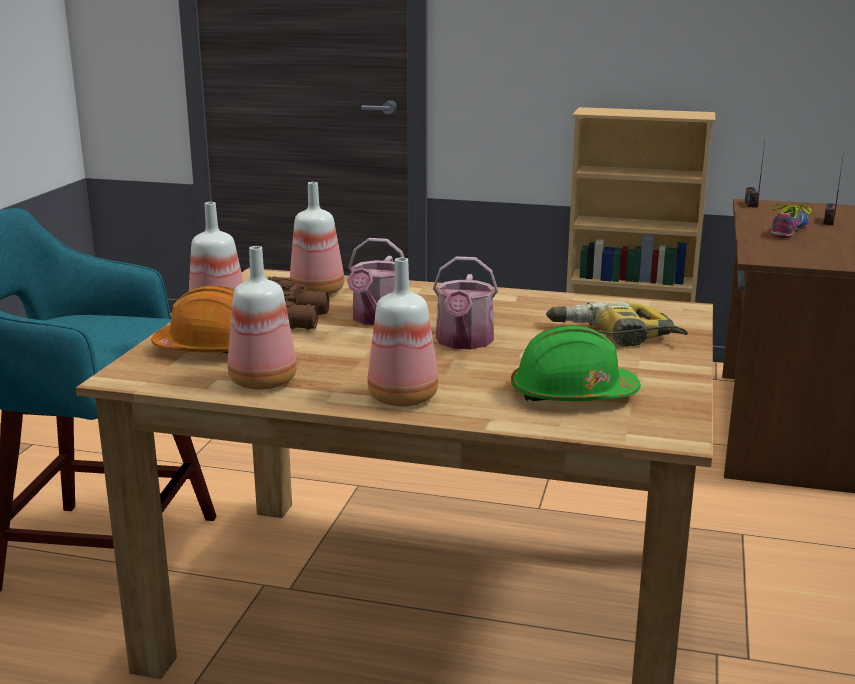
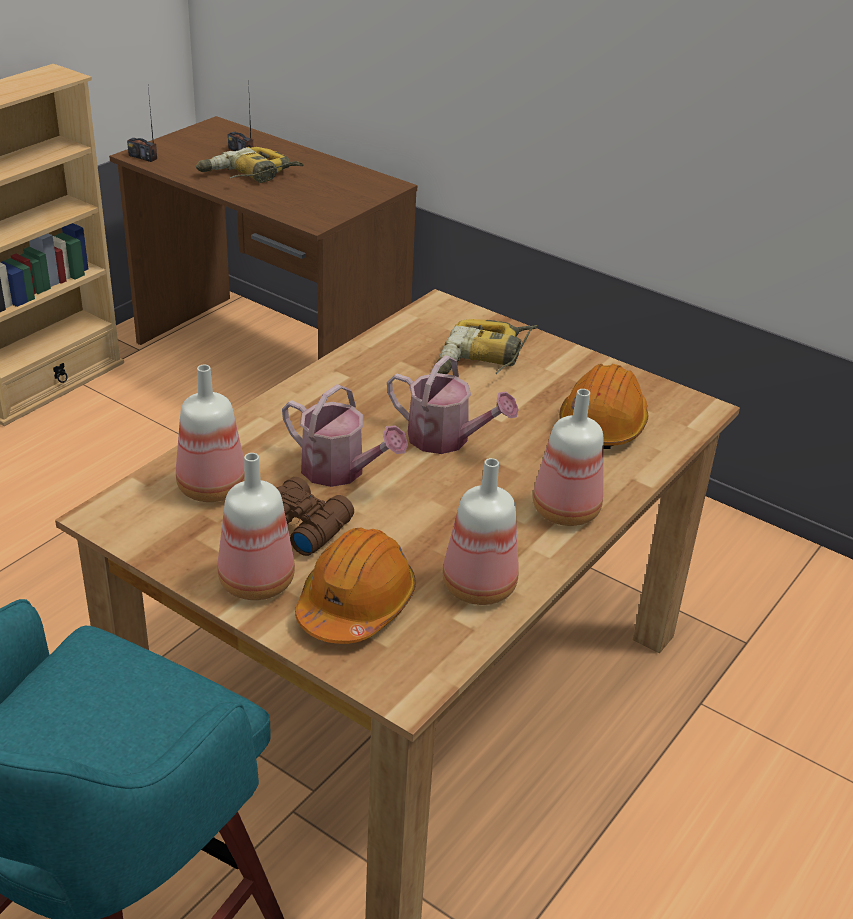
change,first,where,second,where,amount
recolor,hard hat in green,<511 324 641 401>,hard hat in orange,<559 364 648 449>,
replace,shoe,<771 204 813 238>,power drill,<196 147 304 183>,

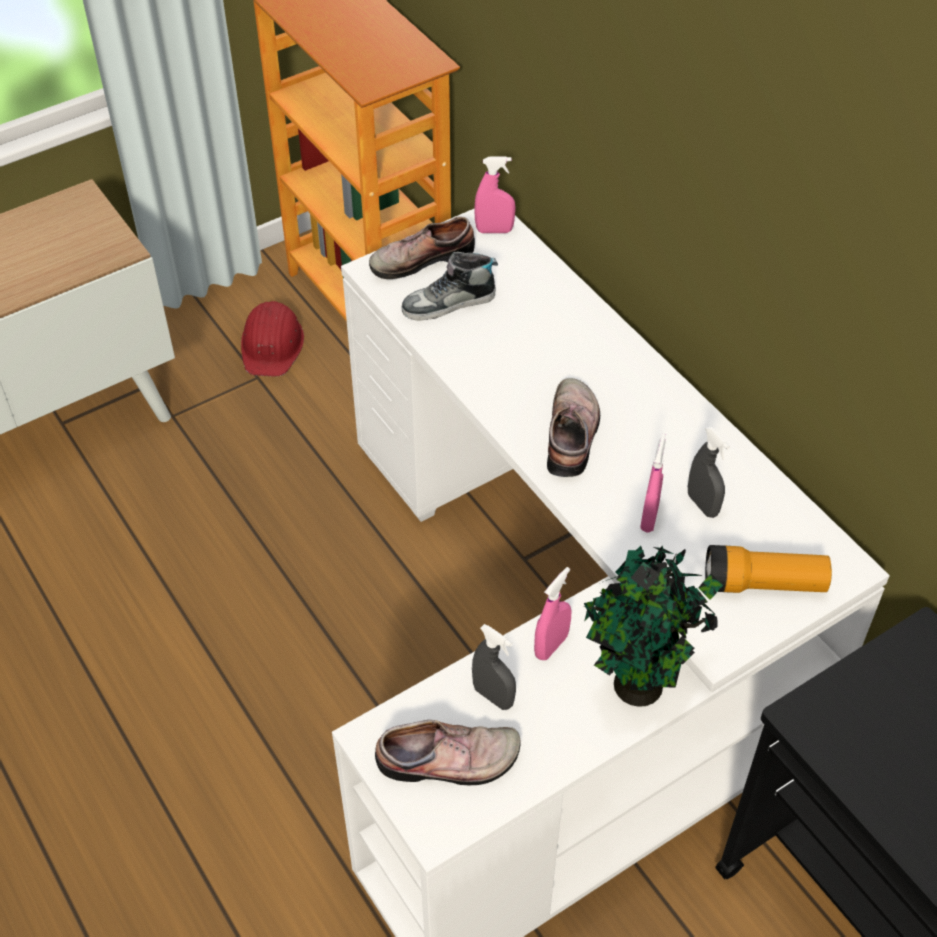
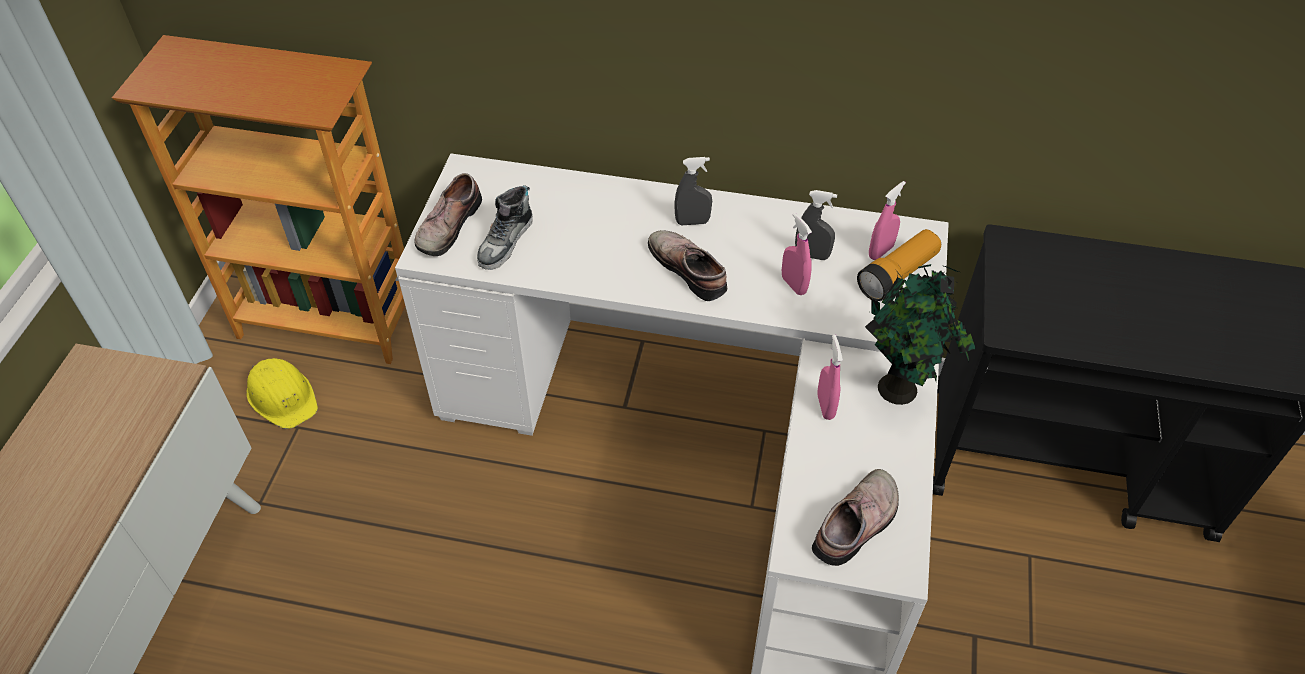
change,first,where,second,where,amount
recolor,hard hat in red,<241 301 304 376>,hard hat in yellow,<246 358 318 429>,
move,spray bottle in grey,<472 624 516 710>,,<674 157 712 225>,
move,spray bottle in pink,<474 156 516 233>,,<869 181 906 260>,

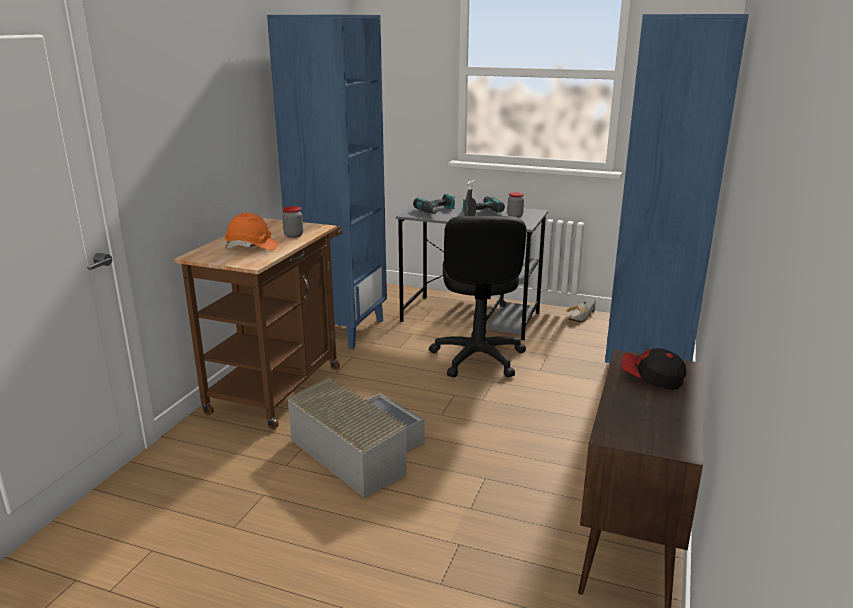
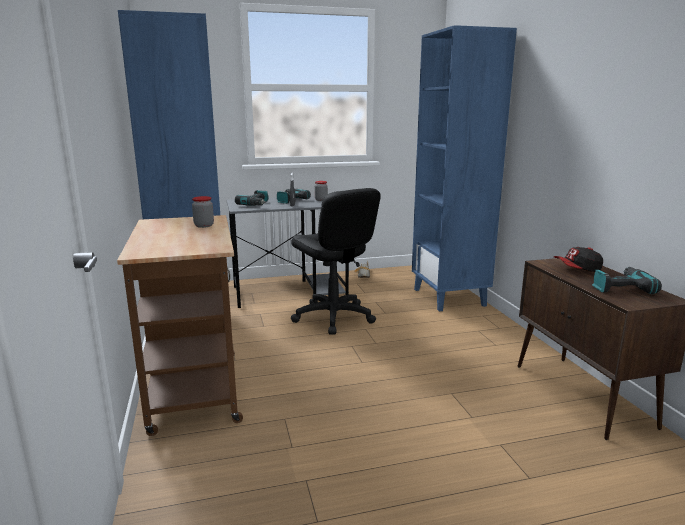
change,first,where,second,where,amount
delete,hard hat in orange,<225 213 278 250>,,,
delete,storage box in grey,<287 376 425 498>,,,
insert,,,power drill,<592 267 662 294>,

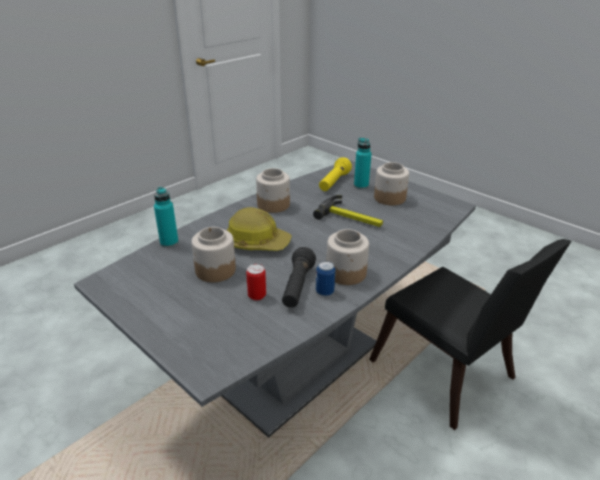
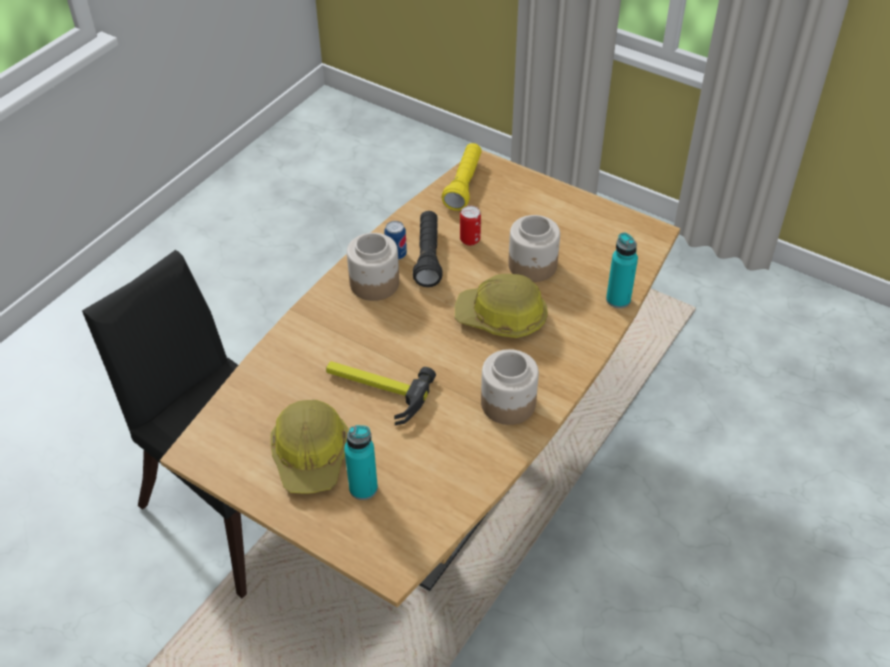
change,first,where,second,where,amount
recolor,dining table in grey,<74 160 476 438>,dining table in brown,<160 150 680 607>,
move,flashlight in yellow,<319 157 352 191>,,<442 143 482 211>,
replace,jar,<374 162 409 205>,hard hat,<271 400 348 494>,

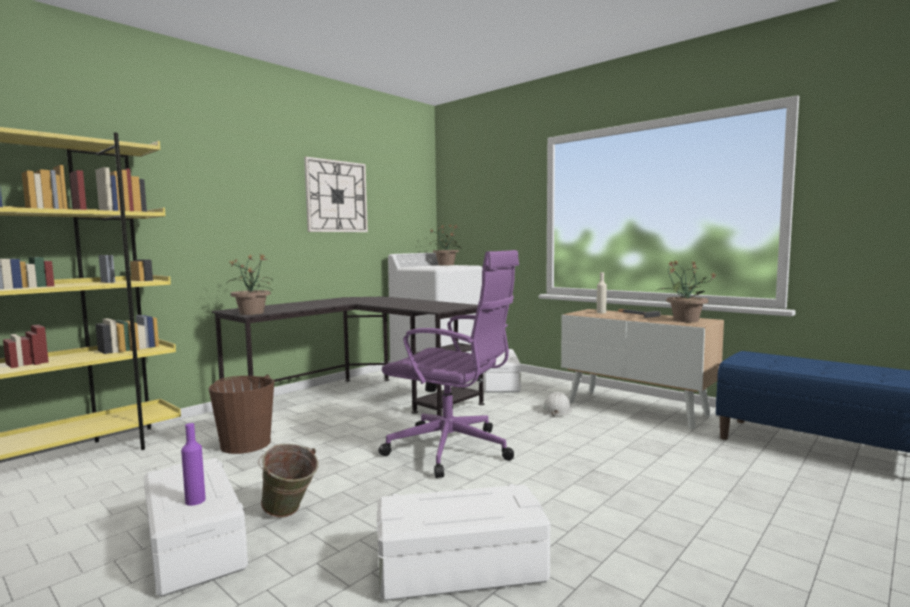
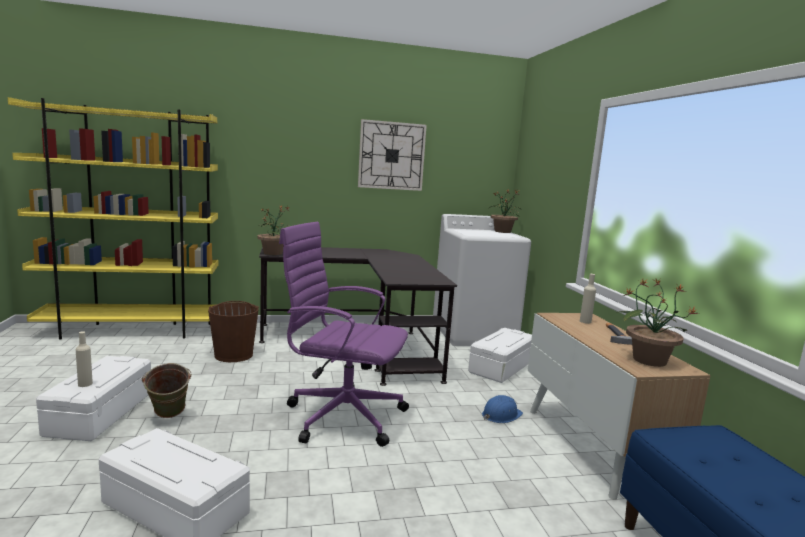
change,first,where,second,where,amount
recolor,bottle in purple,<181 423 206 506>,bottle in beige,<76 331 93 387>,
rotate,office chair in purple,<378 250 519 478>,,<279 221 409 447>,135 degrees clockwise
recolor,hard hat in white,<543 392 572 417>,hard hat in blue,<482 395 523 423>,

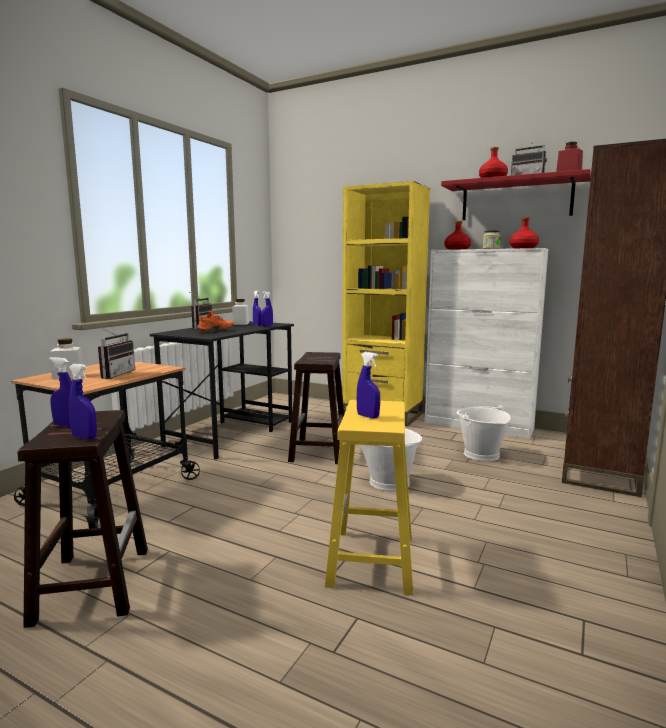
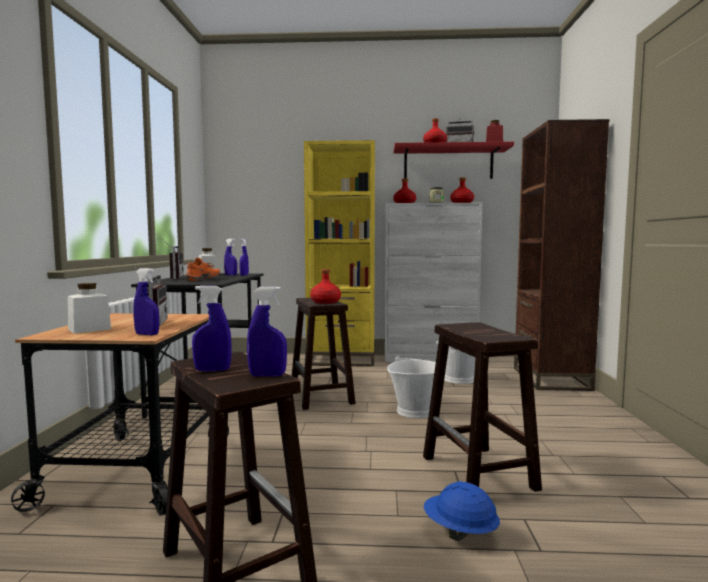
change,first,where,second,where,amount
recolor,stool in yellow,<325 400 413 595>,stool in brown,<423 322 542 492>,
move,spray bottle in blue,<356 352 380 419>,,<133 268 159 335>,
insert,,,bottle in red,<310 269 341 304>,
insert,,,hard hat in blue,<424 481 500 541>,

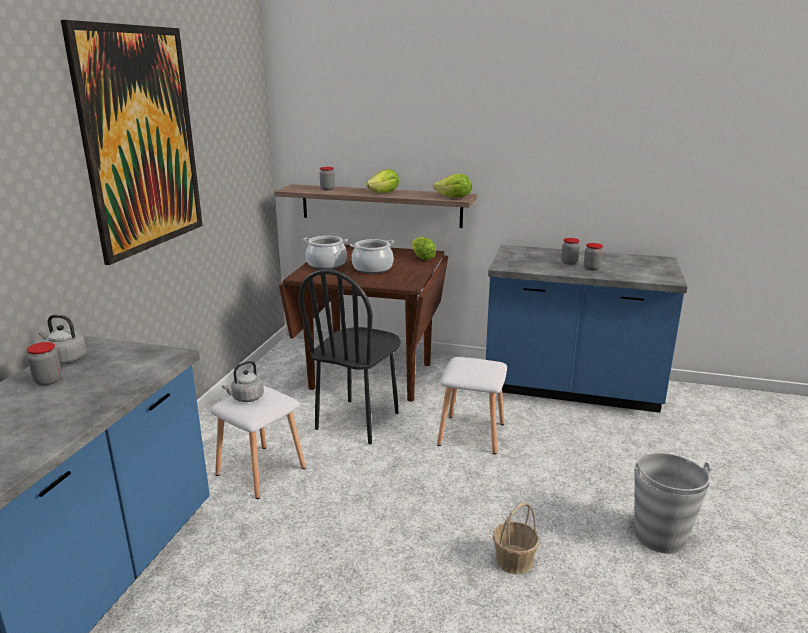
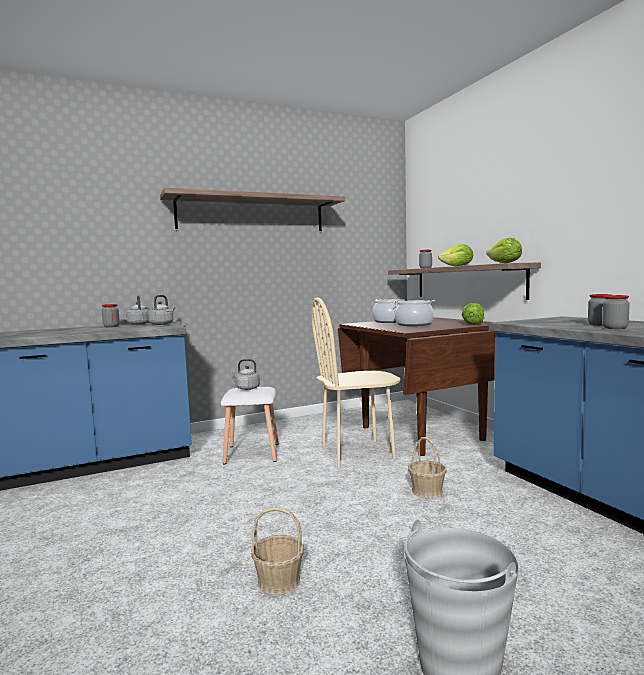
change,first,where,second,where,amount
replace,picture,<61 20 203 265>,shelf,<160 188 345 231>,
recolor,chair in black,<299 269 401 444>,chair in beige,<311 297 401 467>,
replace,stool in white,<437 357 507 454>,basket,<408 437 447 498>,
insert,,,kettle in grey,<148 295 175 325>,

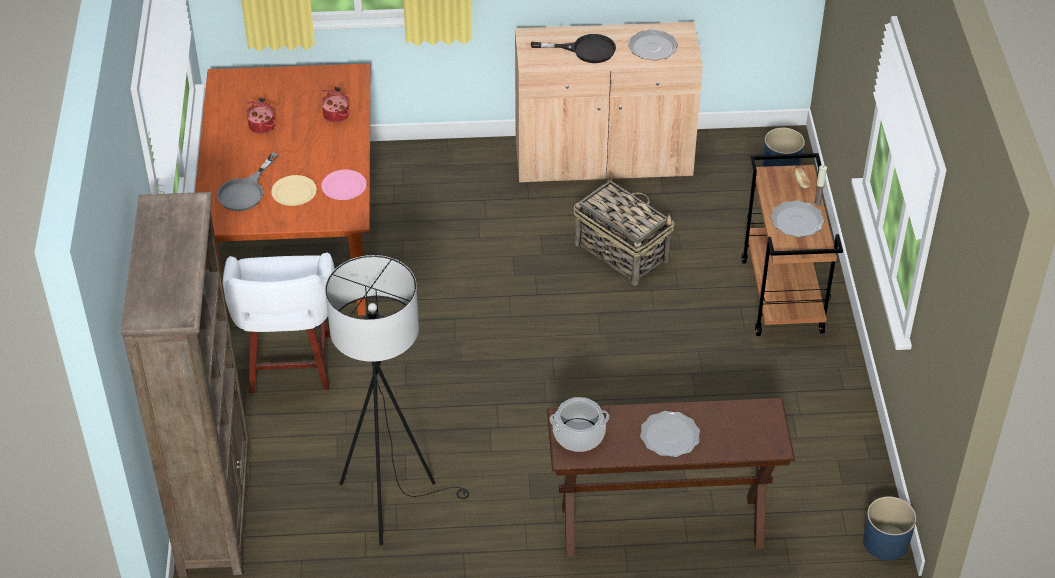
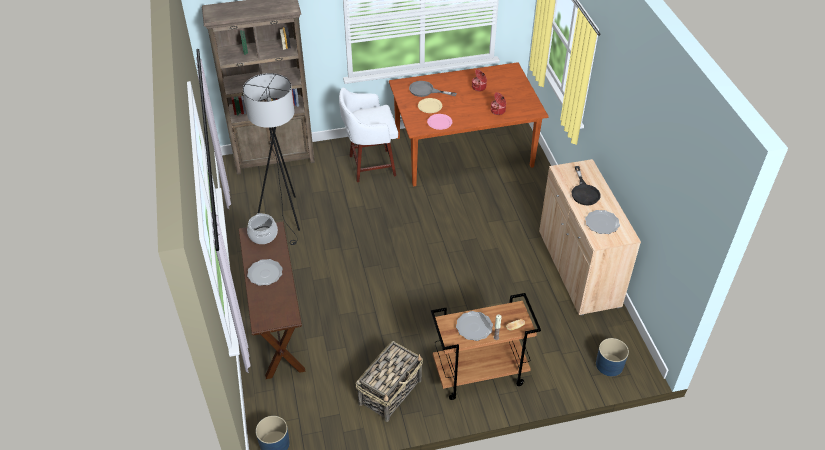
change,first,where,second,where,amount
move,basket,<574 175 675 285>,,<356 341 423 422>,

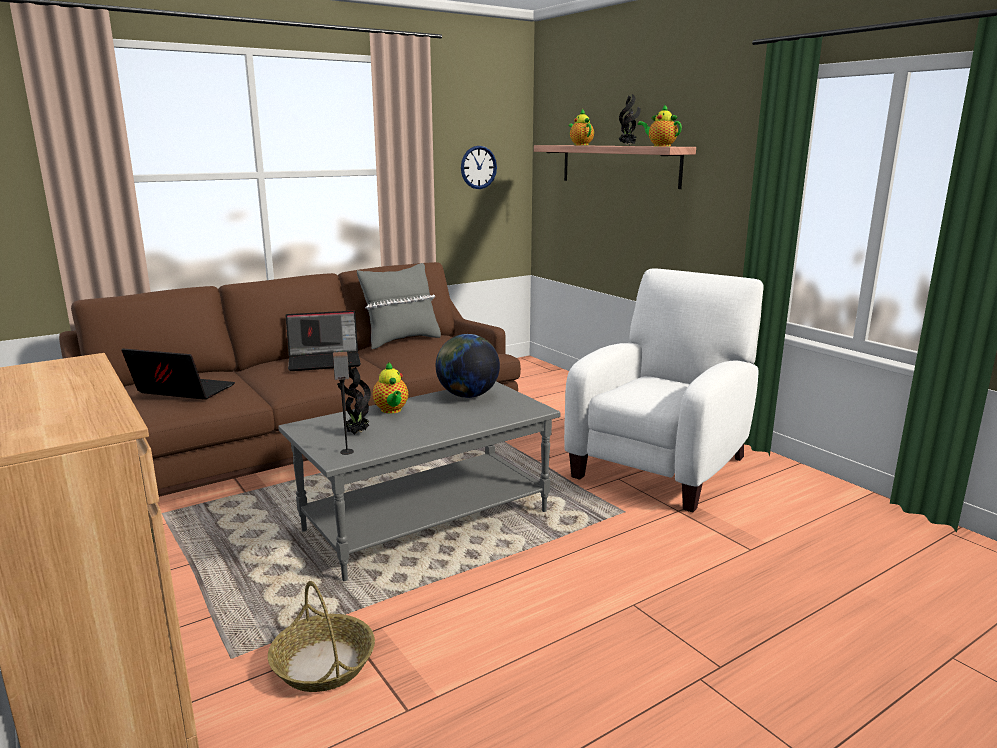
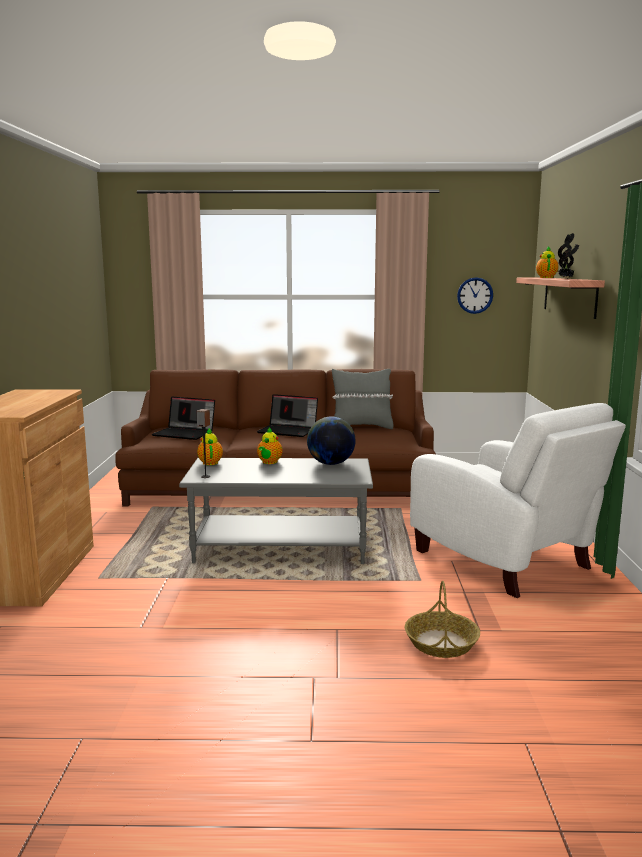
change,first,where,second,where,amount
rotate,laptop,<121 348 235 400>,,<151 397 215 440>,150 degrees clockwise
move,basket,<268 581 375 692>,,<405 581 480 658>,
delete,potted plant,<337 366 371 435>,,,
rotate,armchair in white,<564 268 763 512>,,<410 403 626 598>,75 degrees clockwise
move,teapot,<638 104 682 147>,,<197 428 223 465>,

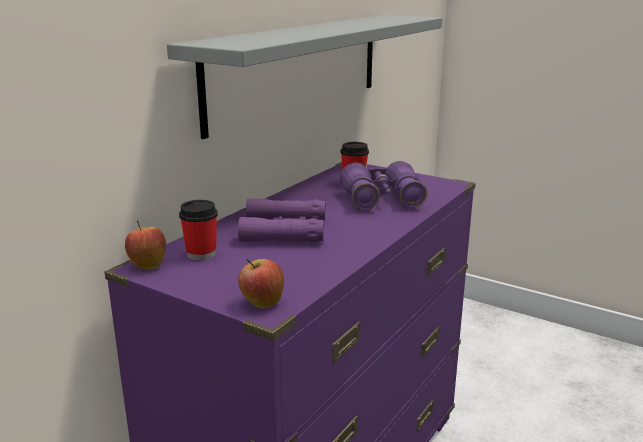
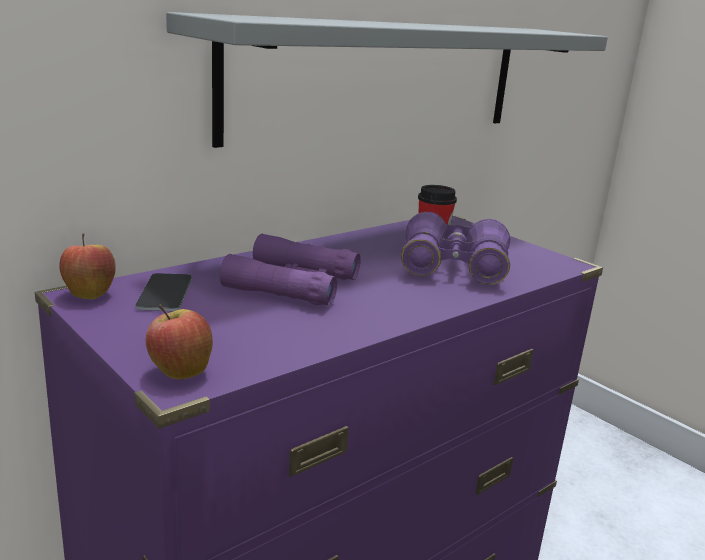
change,first,where,second,where,amount
replace,cup,<179 200 218 260>,phone,<135 273 192 311>,

